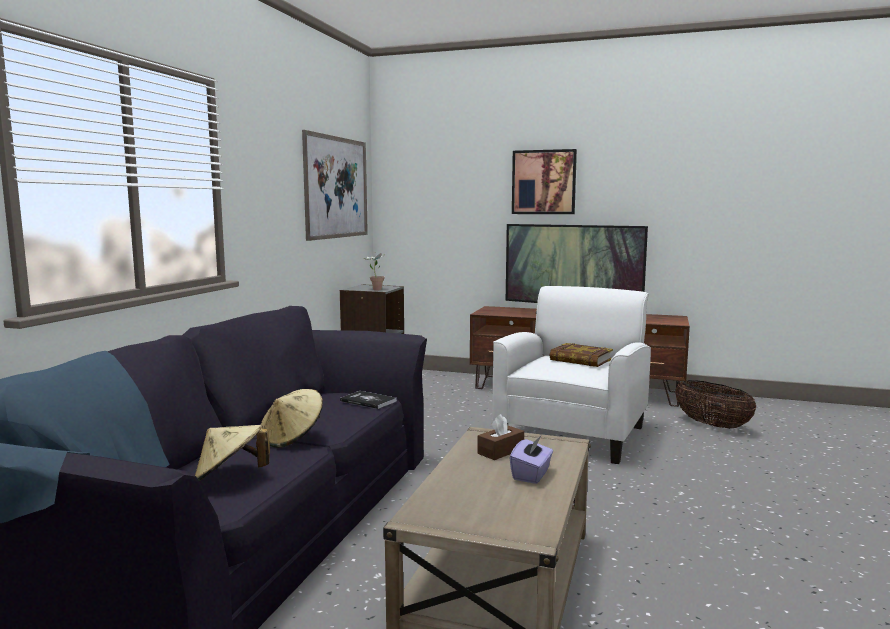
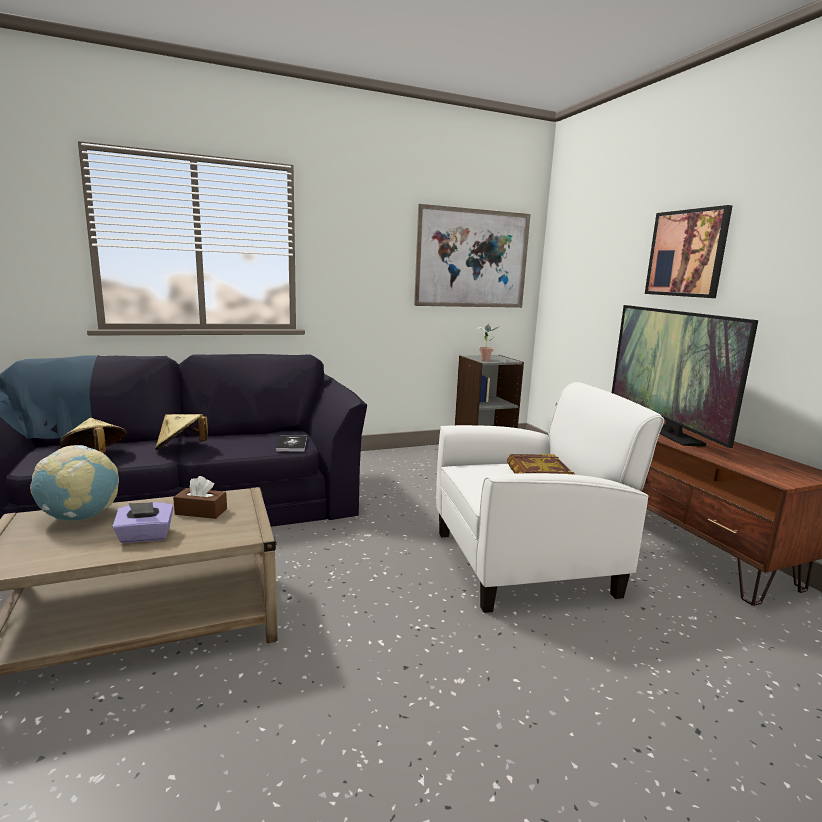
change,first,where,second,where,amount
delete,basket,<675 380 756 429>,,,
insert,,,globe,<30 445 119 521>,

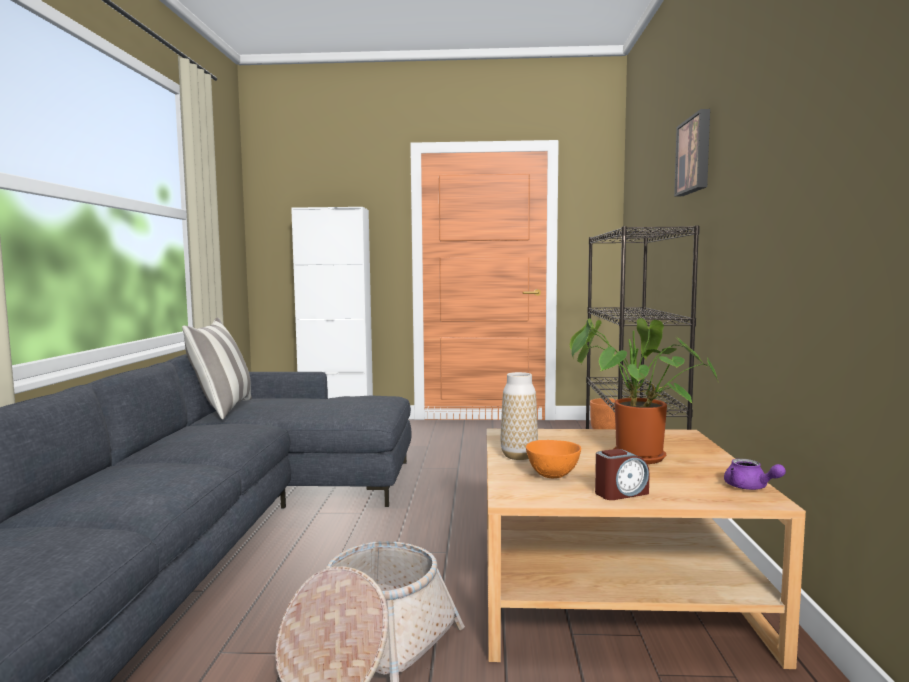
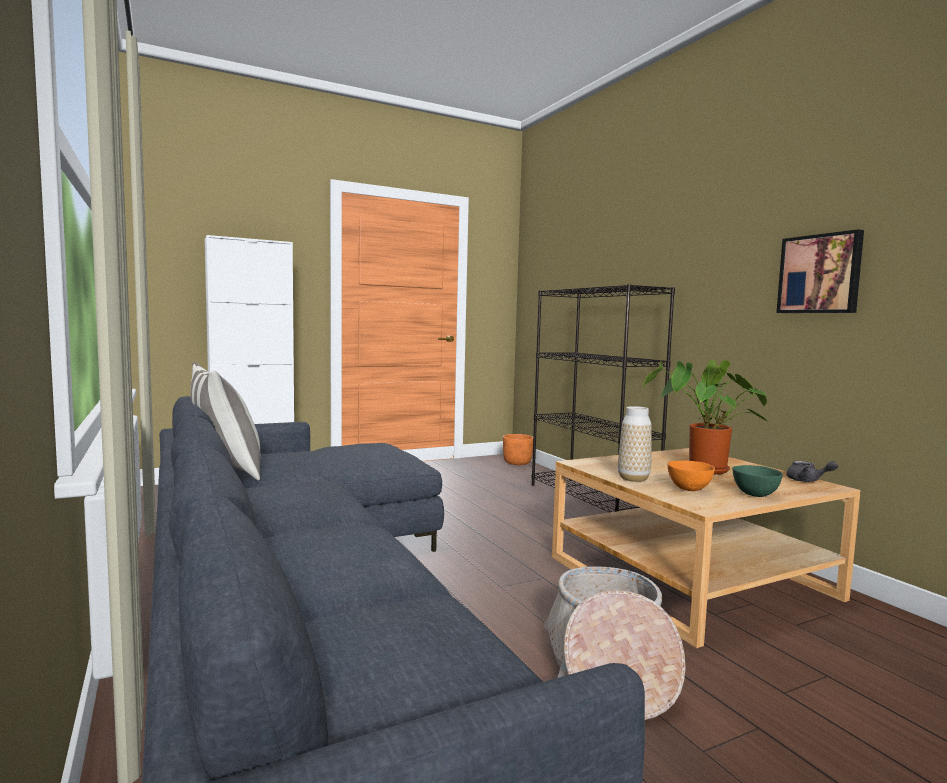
change,first,where,second,where,amount
replace,alarm clock,<595 449 650 500>,bowl in green,<733 465 783 497>,
move,picture,<674 109 710 196>,,<776 229 864 313>,
recolor,teapot in purple,<724 459 786 490>,teapot in grey,<786 461 838 482>,

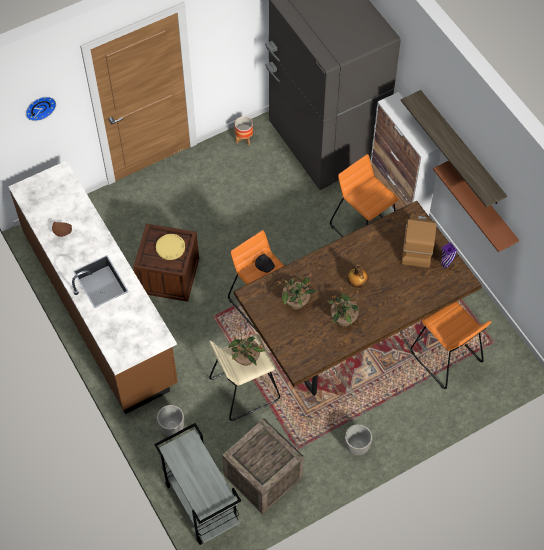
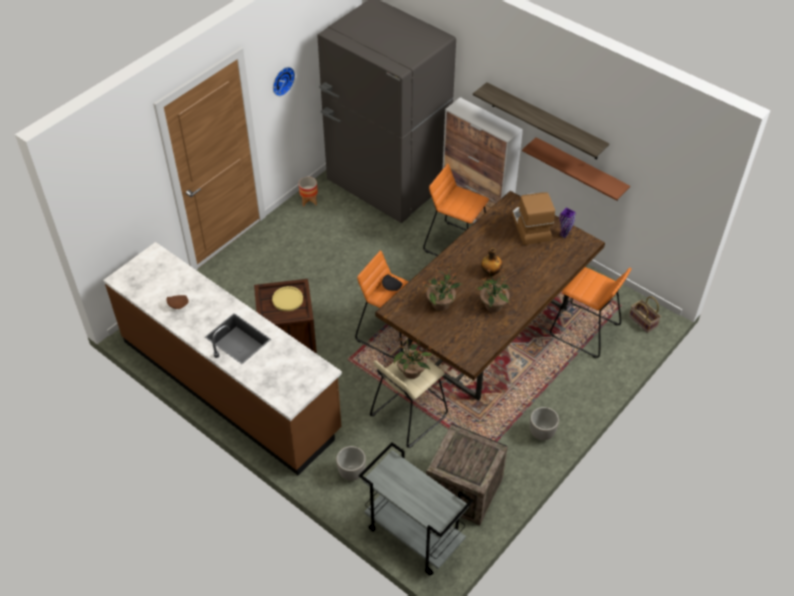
change,first,where,second,where,amount
move,wall clock,<26 97 56 121>,,<273 67 295 96>,
insert,,,basket,<629 296 661 333>,

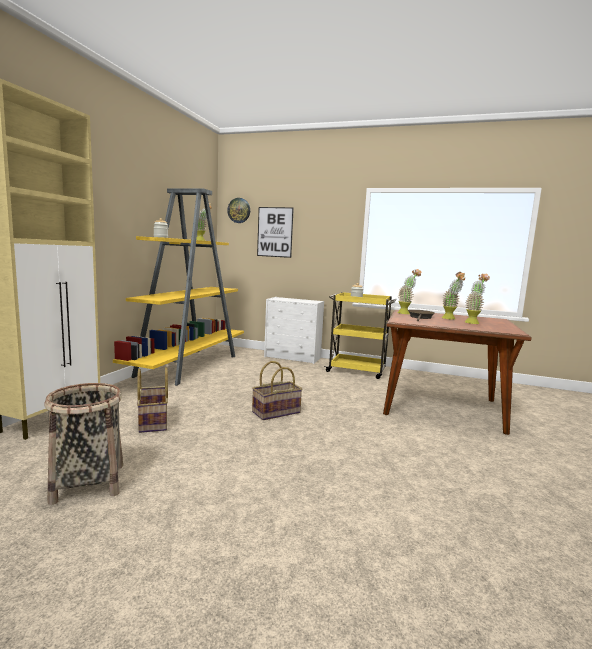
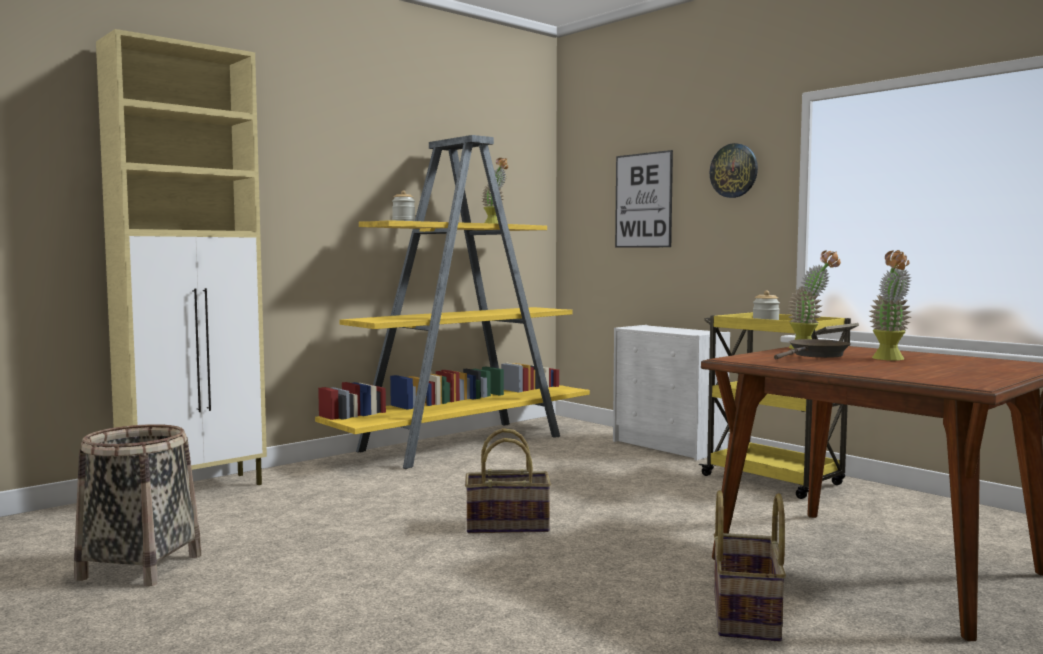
change,first,where,second,where,amount
move,basket,<137 367 168 433>,,<714 490 786 641>,
move,wall clock,<227 198 250 223>,,<710 143 758 198>,
delete,potted plant,<465 273 490 324>,,,

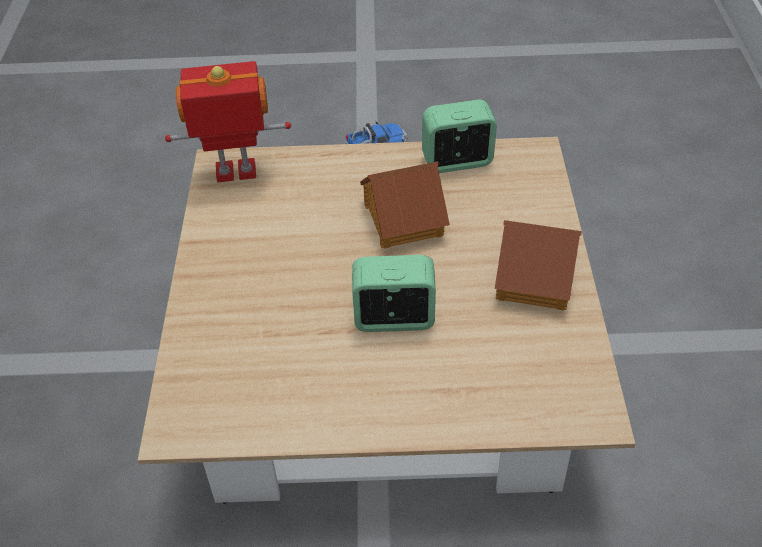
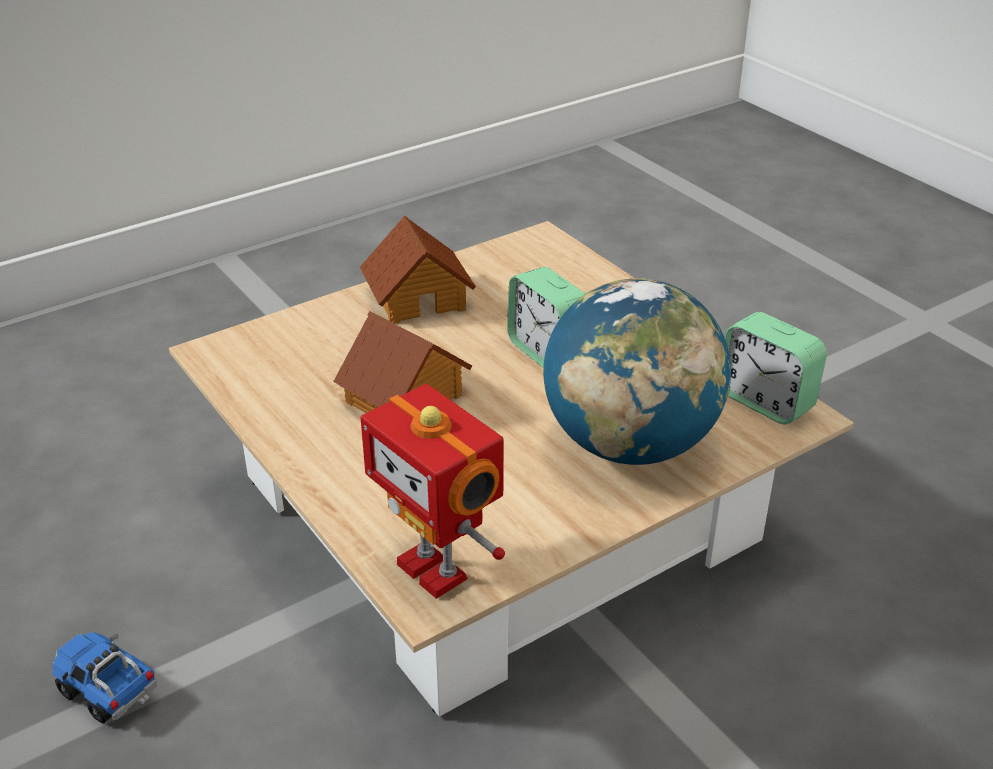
change,first,where,second,where,amount
move,alarm clock,<422 99 497 173>,,<725 312 827 424>,
insert,,,globe,<543 278 731 465>,

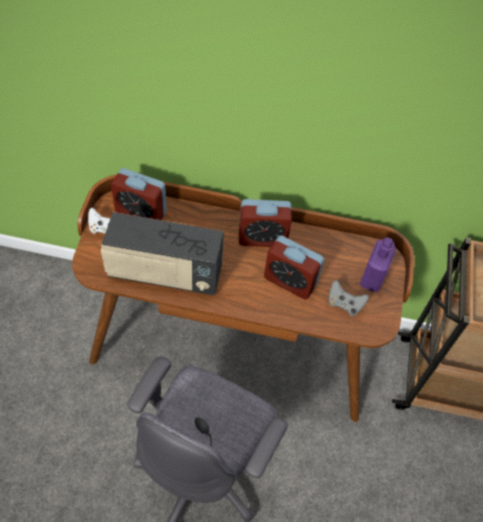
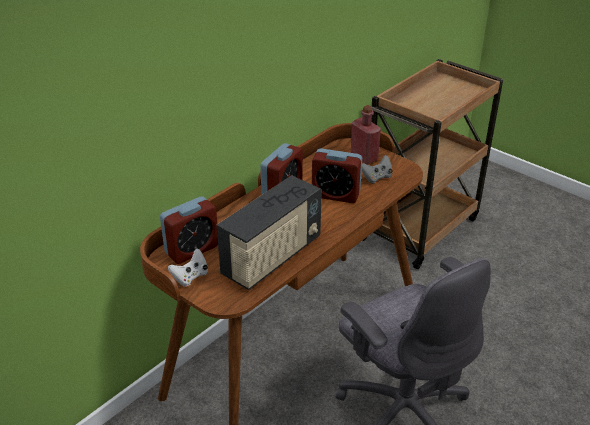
change,first,where,second,where,amount
rotate,alarm clock,<264 235 324 300>,,<312 148 362 203>,45 degrees clockwise
recolor,bottle in purple,<360 237 397 292>,bottle in red,<351 105 381 164>,

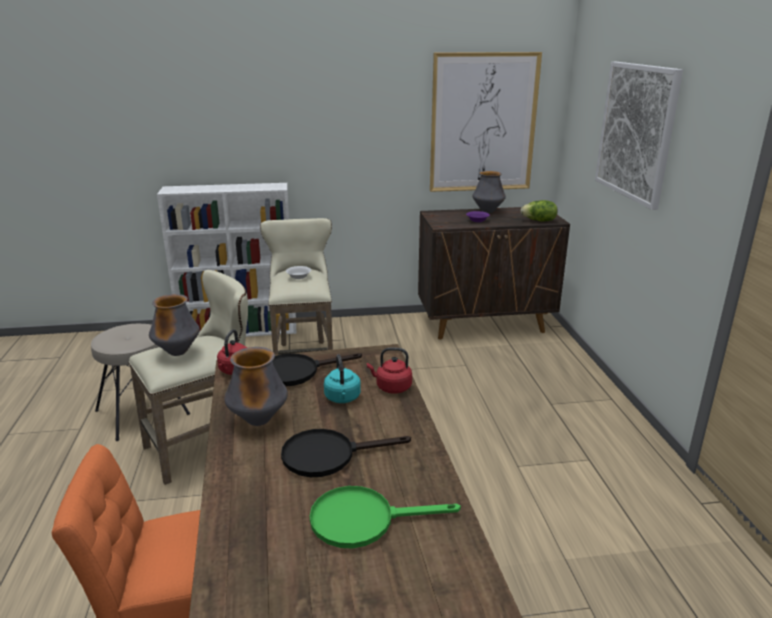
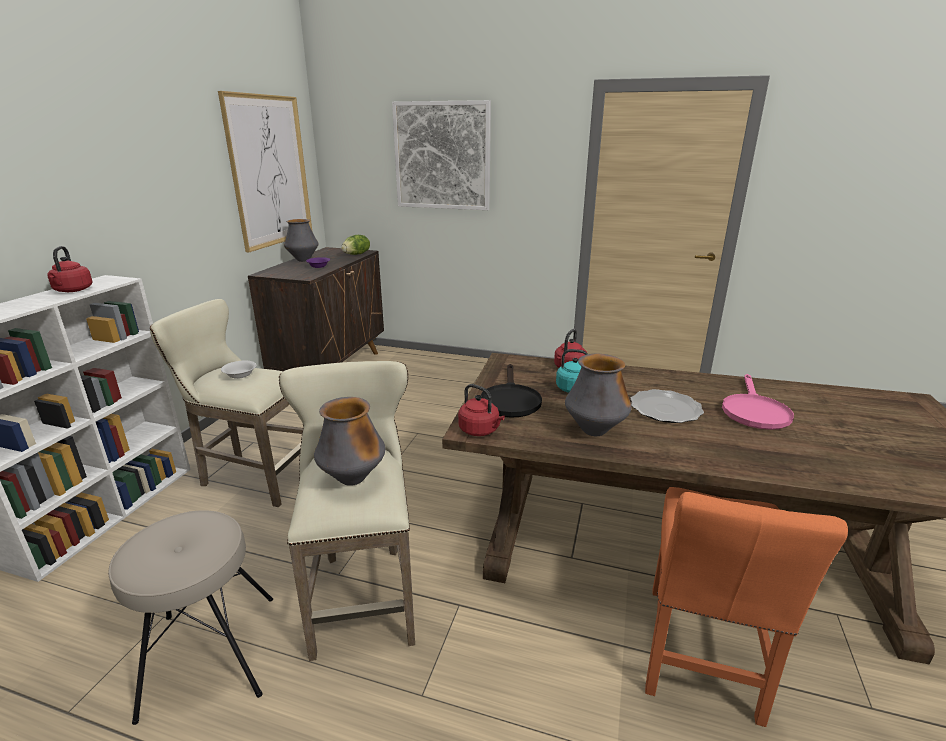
change,first,where,second,where,amount
replace,frying pan in black,<281 429 411 477>,plate,<630 389 704 423>,
recolor,frying pan in green,<310 486 461 549>,frying pan in pink,<722 374 794 430>,
insert,,,kettle in red,<47 246 93 292>,

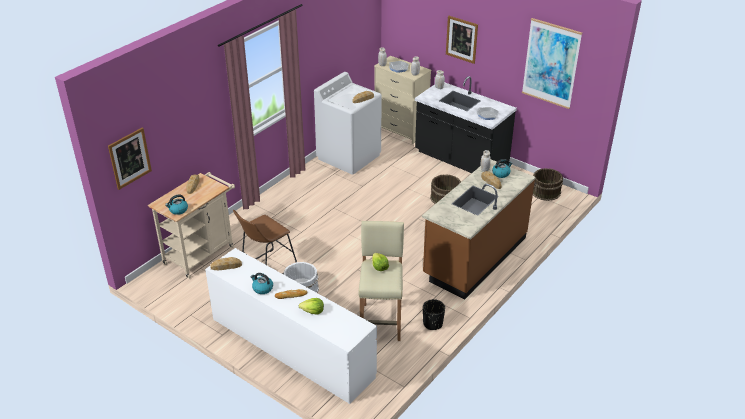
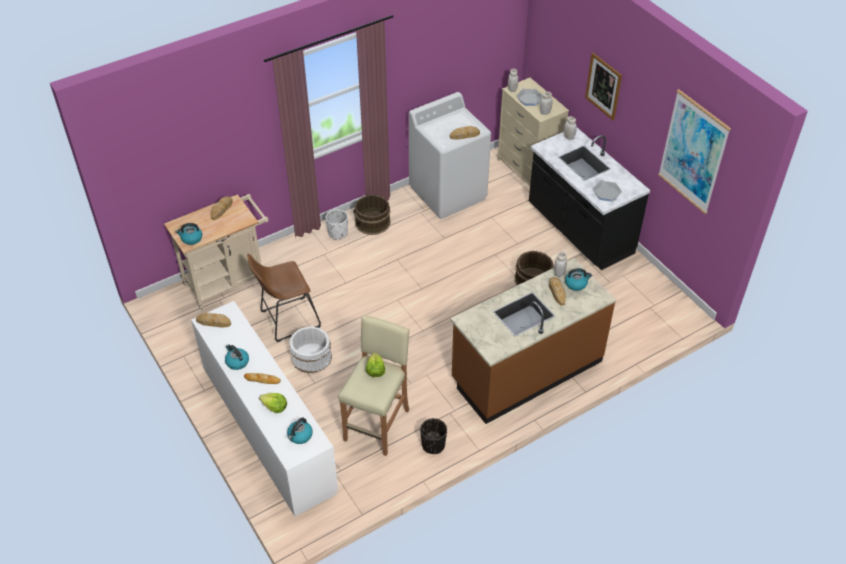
change,first,where,second,where,amount
delete,picture,<108 128 152 190>,,,
move,bucket in brown,<533 168 563 201>,,<353 194 391 235>,
insert,,,kettle,<287 417 313 444>,
insert,,,planter in white,<326 209 348 240>,

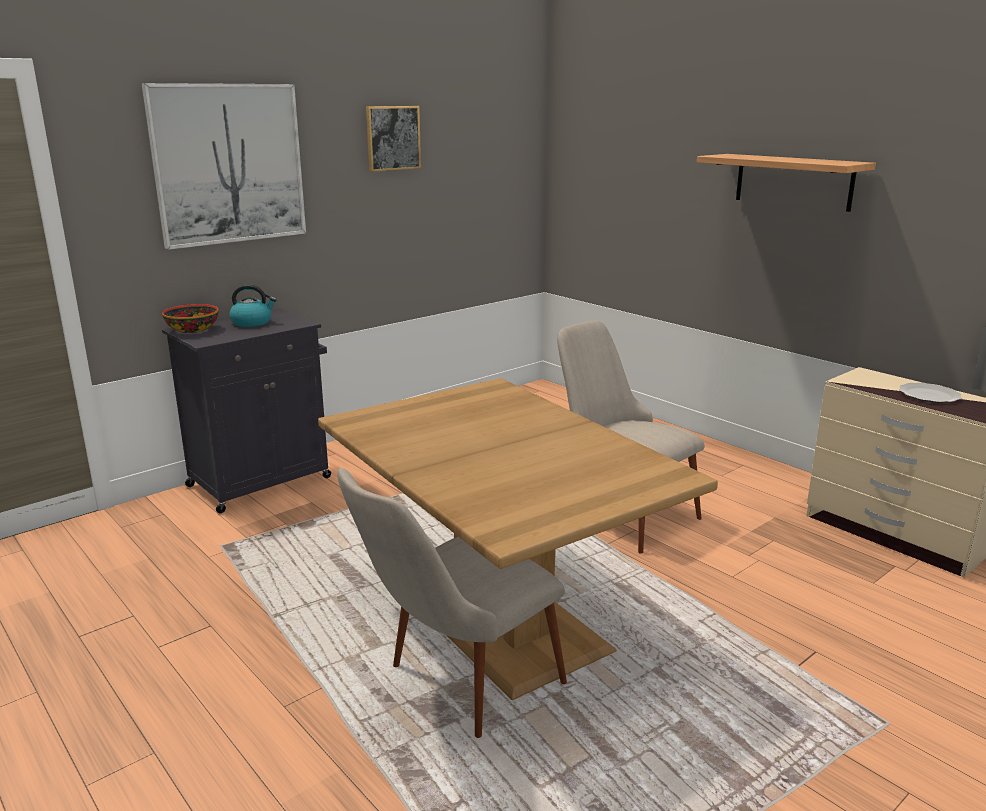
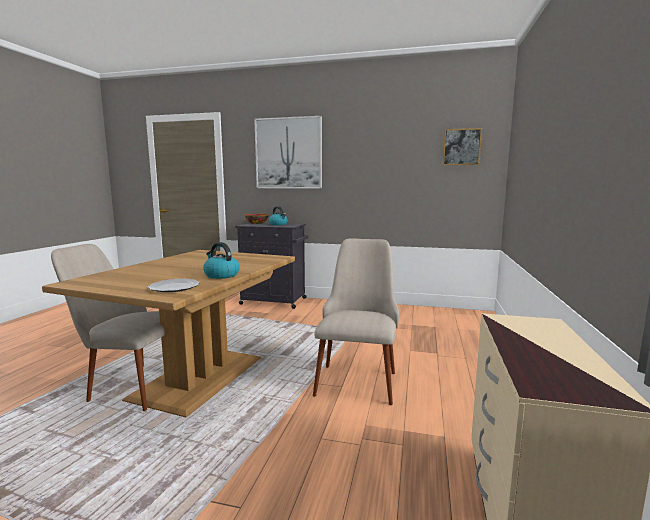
change,first,where,second,where,amount
move,picture,<366 106 421 172>,,<443 128 482 165>,
delete,shelf,<697 154 876 212>,,,
move,plate,<899 383 961 403>,,<148 279 200 292>,
insert,,,kettle,<203 242 240 279>,

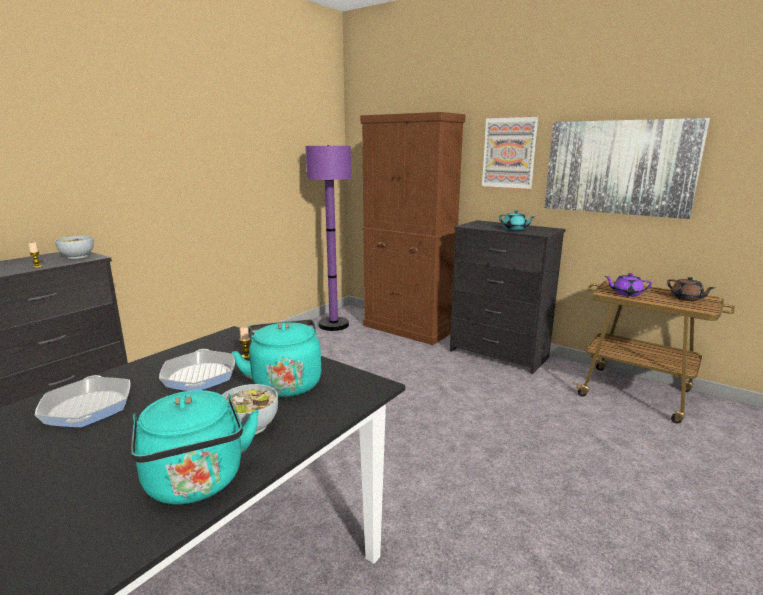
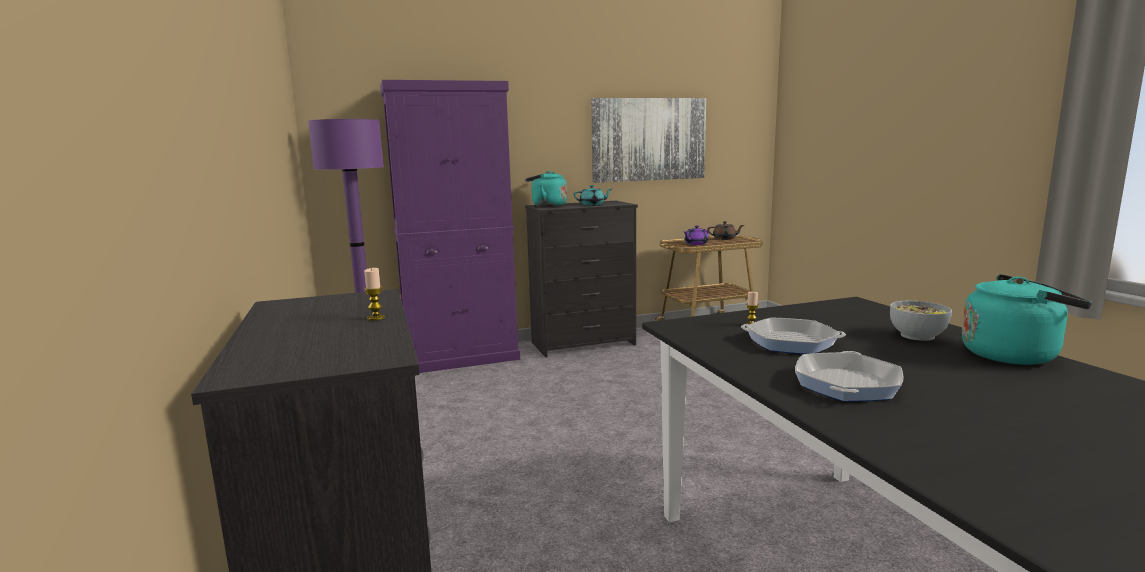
change,first,where,second,where,amount
rotate,frying pan,<35 375 131 428>,,<795 351 903 401>,105 degrees clockwise
delete,bowl,<55 236 94 259>,,,
move,kettle in turquoise,<232 319 321 397>,,<525 171 567 207>,
recolor,cabinet in brown,<360 112 466 345>,cabinet in purple,<380 80 520 373>,
delete,picture,<481 115 539 190>,,,

